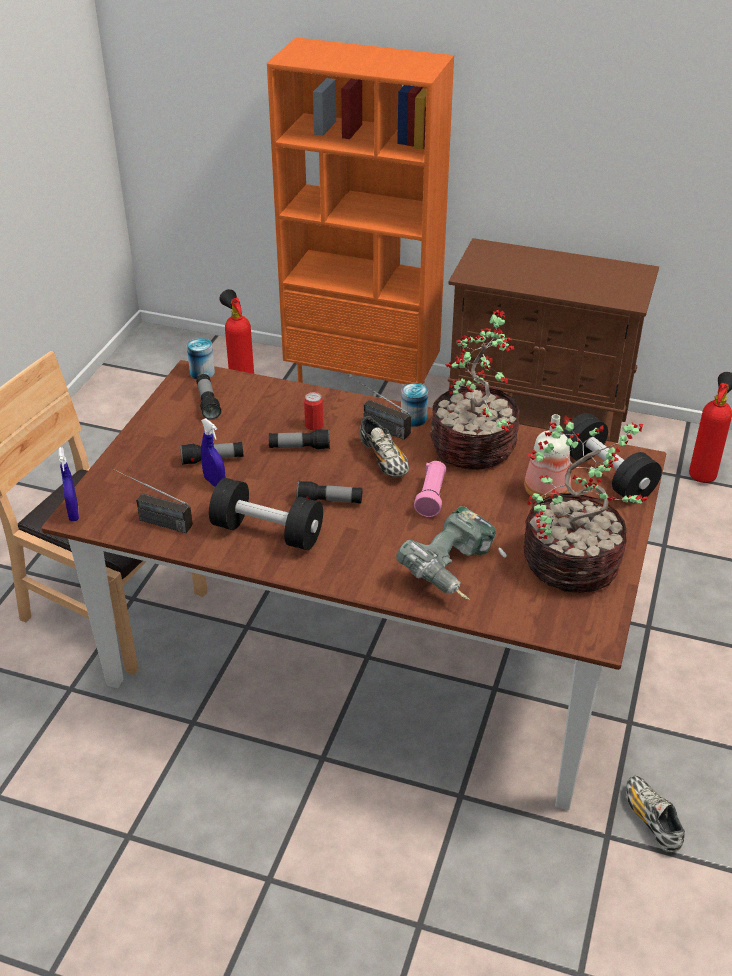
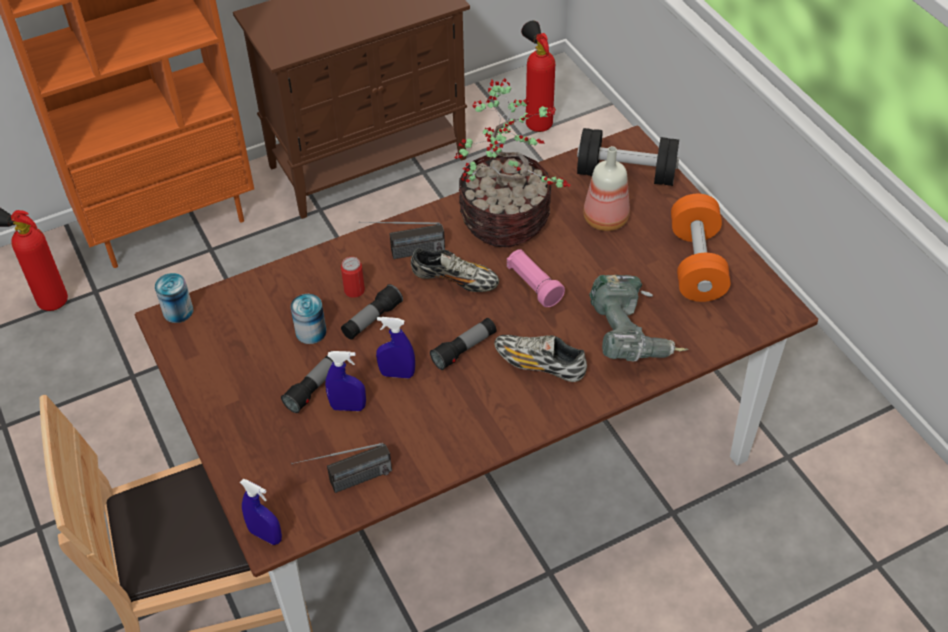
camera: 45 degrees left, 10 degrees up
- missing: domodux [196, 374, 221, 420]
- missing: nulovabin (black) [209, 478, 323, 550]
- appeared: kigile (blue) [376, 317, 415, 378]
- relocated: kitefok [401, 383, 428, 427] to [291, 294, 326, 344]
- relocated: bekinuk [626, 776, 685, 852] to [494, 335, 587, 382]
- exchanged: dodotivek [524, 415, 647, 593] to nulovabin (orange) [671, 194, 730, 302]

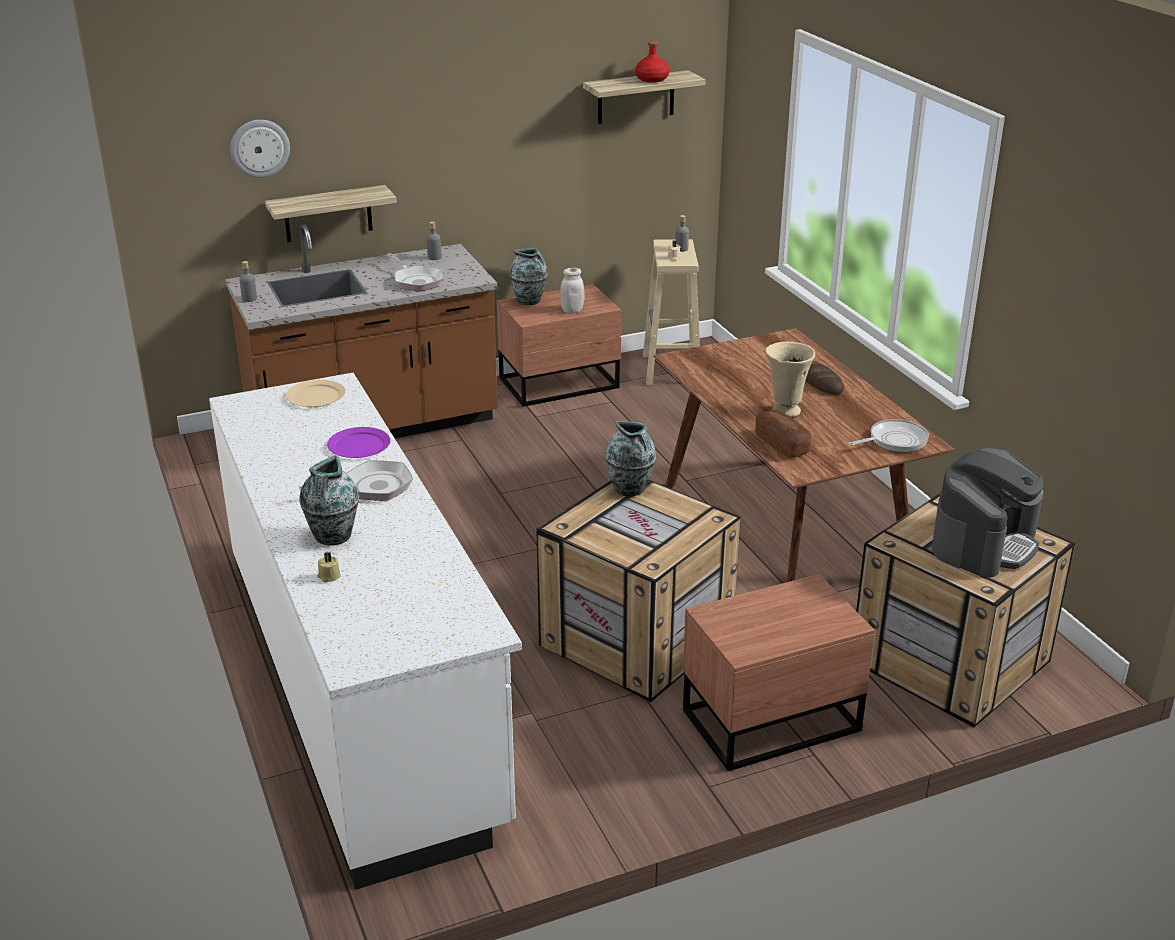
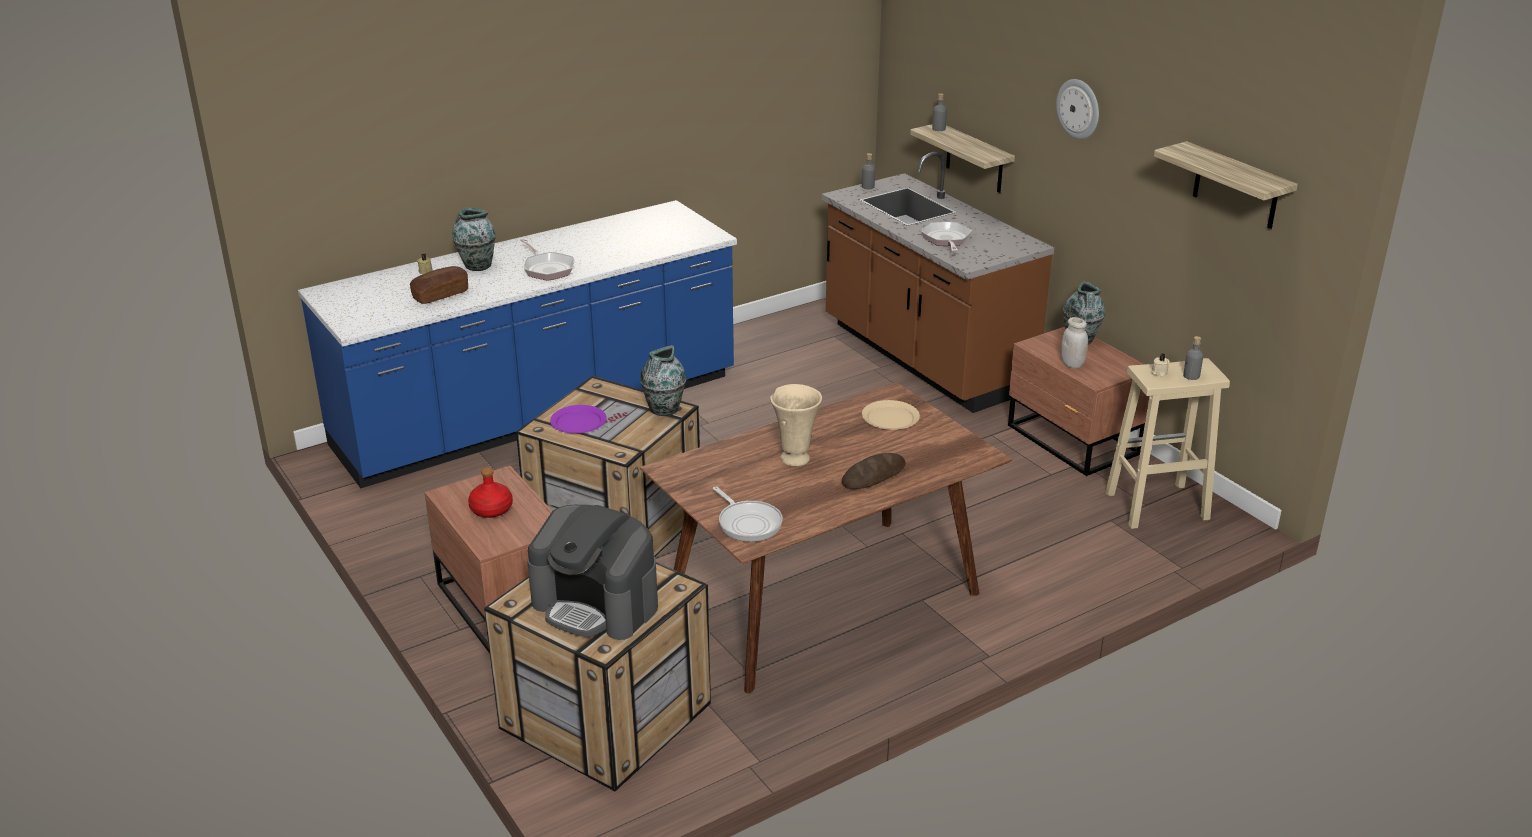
camera: 80 degrees right, 0 degrees up
- relocated: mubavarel [230, 120, 290, 178] to [1056, 79, 1099, 139]
- relocated: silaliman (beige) [286, 380, 345, 407] to [862, 400, 920, 430]
- relocated: silaliman (purple) [327, 427, 390, 458] to [550, 405, 607, 433]
- relocated: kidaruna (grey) [426, 222, 442, 260] to [932, 93, 947, 131]
- relocated: kidaruna (red) [635, 41, 669, 83] to [468, 467, 513, 518]
- relocated: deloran [755, 410, 812, 458] to [410, 266, 468, 304]
- colour: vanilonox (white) [209, 373, 522, 890] to vanilonox (blue) [298, 200, 737, 488]
- spun: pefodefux [386, 253, 443, 292] = [921, 222, 972, 252] 135 degrees clockwise

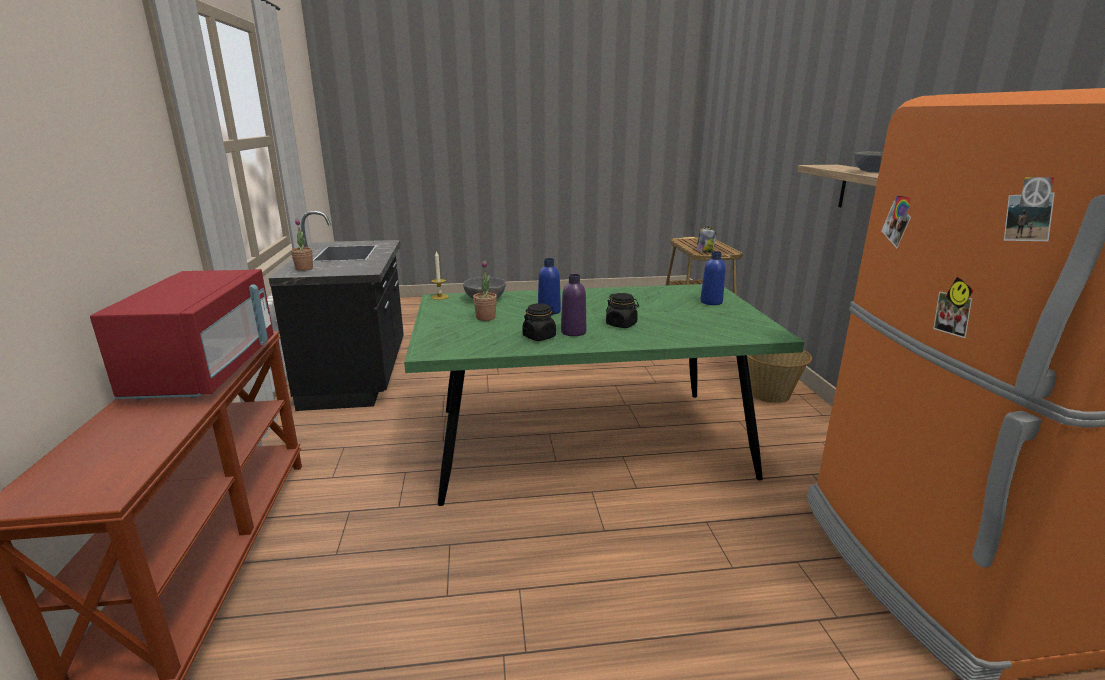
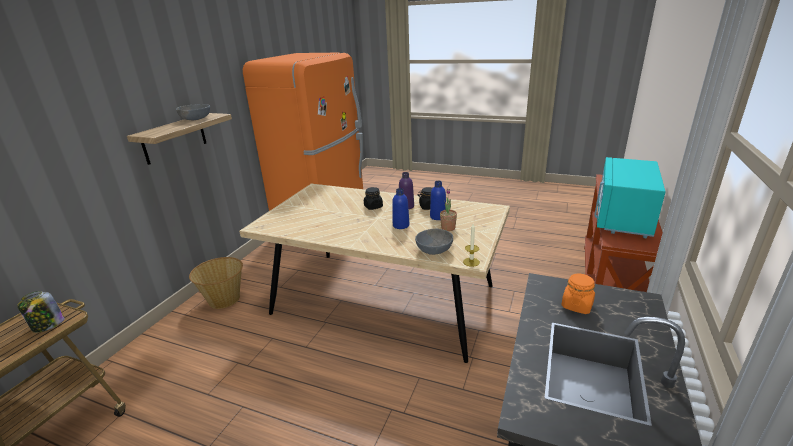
camera: 150 degrees left, 5 degrees up
- missing: dodotivek [291, 219, 313, 271]
- appeared: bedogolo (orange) [561, 274, 595, 314]
- relocated: kidaruna (blue) [700, 251, 725, 305] to [430, 181, 446, 220]
- colour: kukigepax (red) [90, 269, 274, 400] to kukigepax (turquoise) [594, 157, 665, 238]
- colour: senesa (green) [404, 284, 804, 506] to senesa (beige) [239, 184, 510, 363]

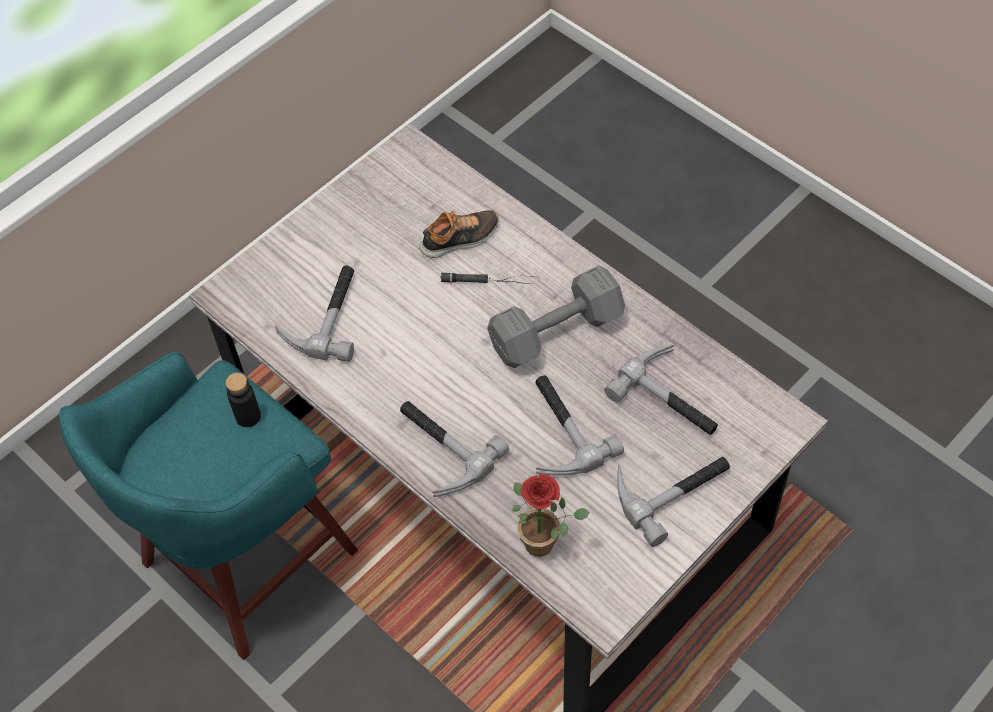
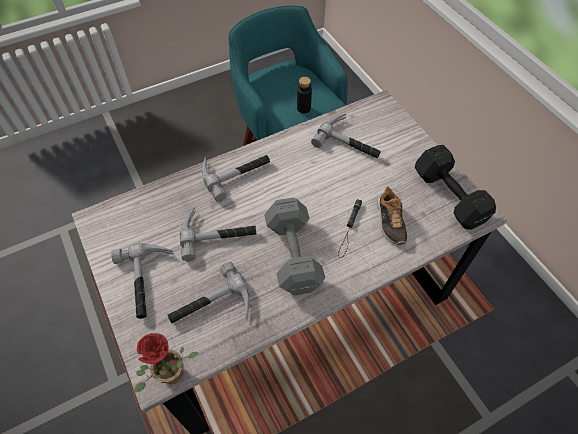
camera: 105 degrees right, 0 degrees up
- appeared: nulovabin (black) [415, 145, 496, 229]
- relocated: dodotivek [512, 474, 590, 557] to [134, 333, 199, 393]

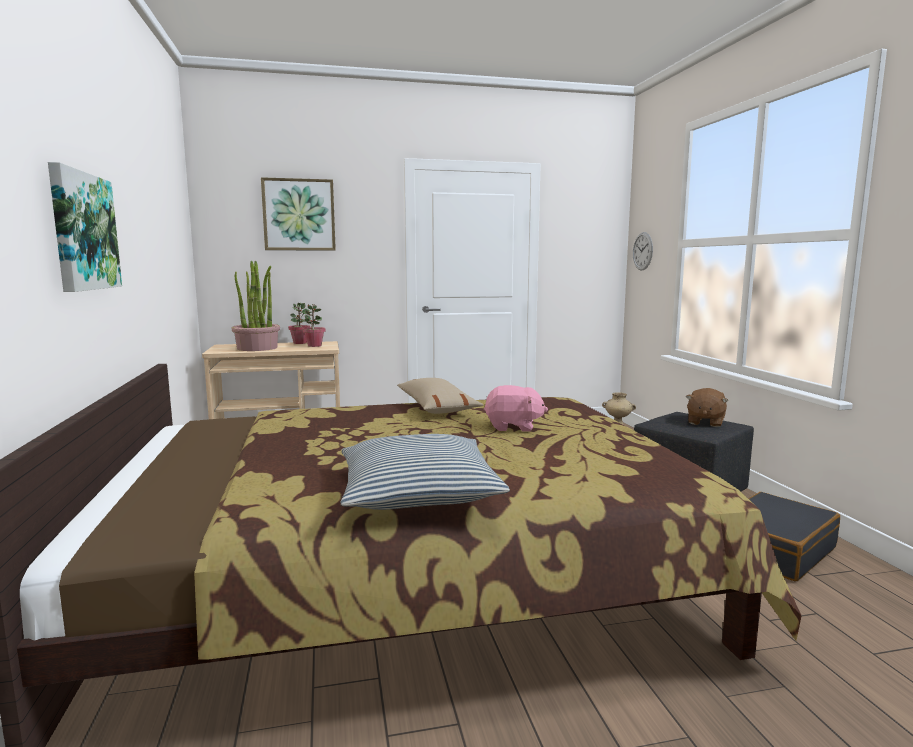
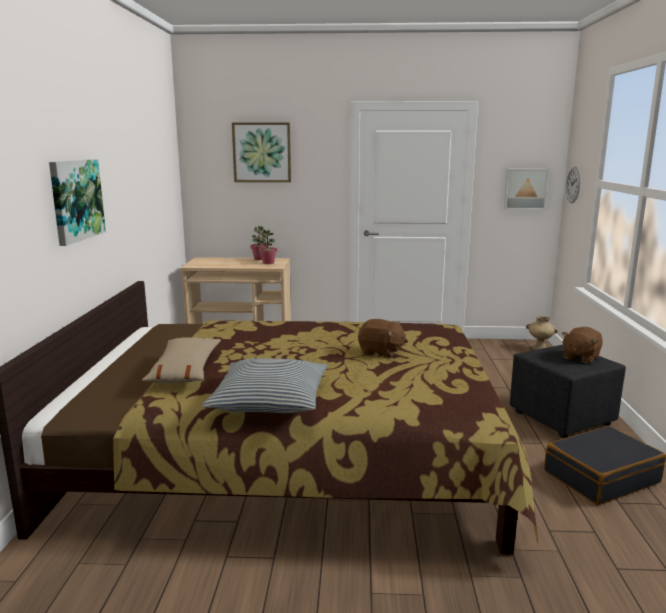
camera: 15 degrees right, 5 degrees up
- missing: dodotivek [231, 261, 280, 351]
- appeared: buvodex [504, 169, 549, 210]
- relocated: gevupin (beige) [397, 378, 483, 414] to [142, 337, 221, 383]
- colour: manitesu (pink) [484, 385, 548, 432] to manitesu (brown) [358, 319, 408, 358]

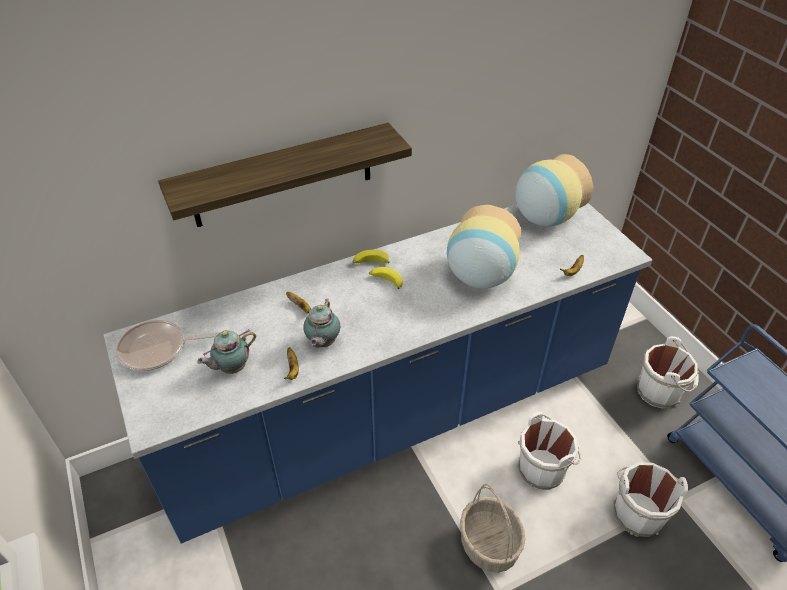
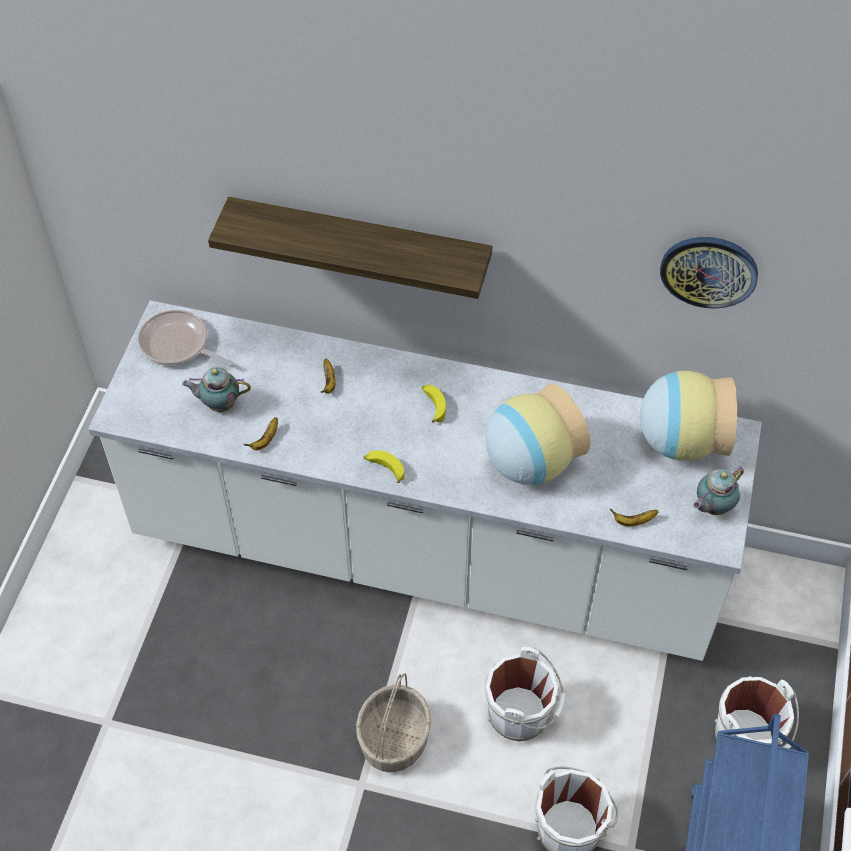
camera: 40 degrees right, 10 degrees up
- appeared: mubavarel [660, 237, 758, 309]
- relocated: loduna [303, 298, 340, 348] to [693, 466, 744, 515]
- relocated: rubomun [353, 250, 390, 263] to [363, 450, 404, 483]
- colour: vanilonox (blue) [104, 203, 652, 543] to vanilonox (white) [88, 300, 762, 661]

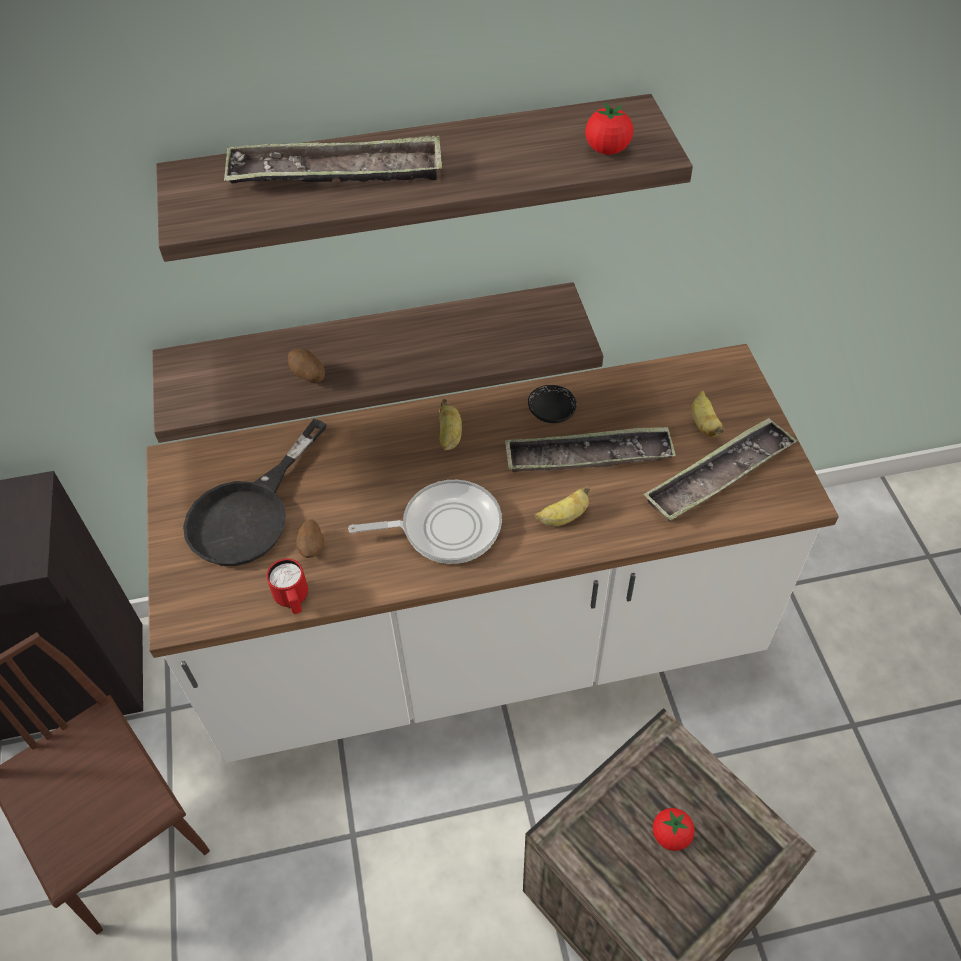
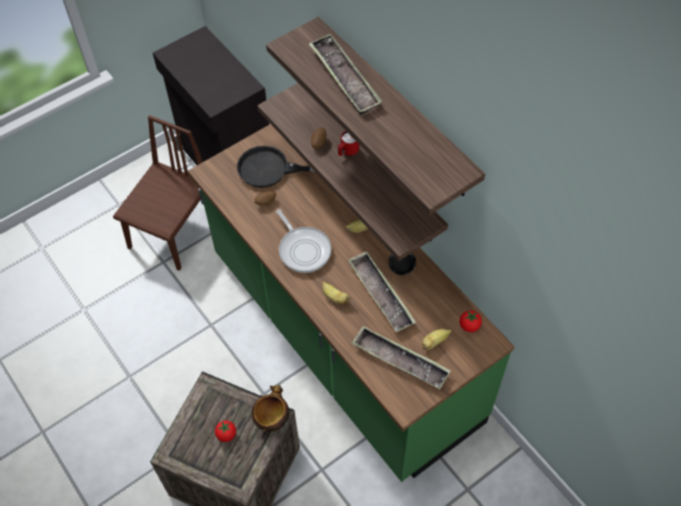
camera: 65 degrees right, 5 degrees up
- appeared: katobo [252, 385, 289, 434]
- relocated: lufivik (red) [266, 559, 308, 614] to [338, 131, 359, 156]
- relocated: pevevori [585, 102, 634, 155] to [460, 310, 482, 332]
- colour: vanilonox (white) [146, 344, 839, 763] to vanilonox (green) [188, 124, 514, 482]

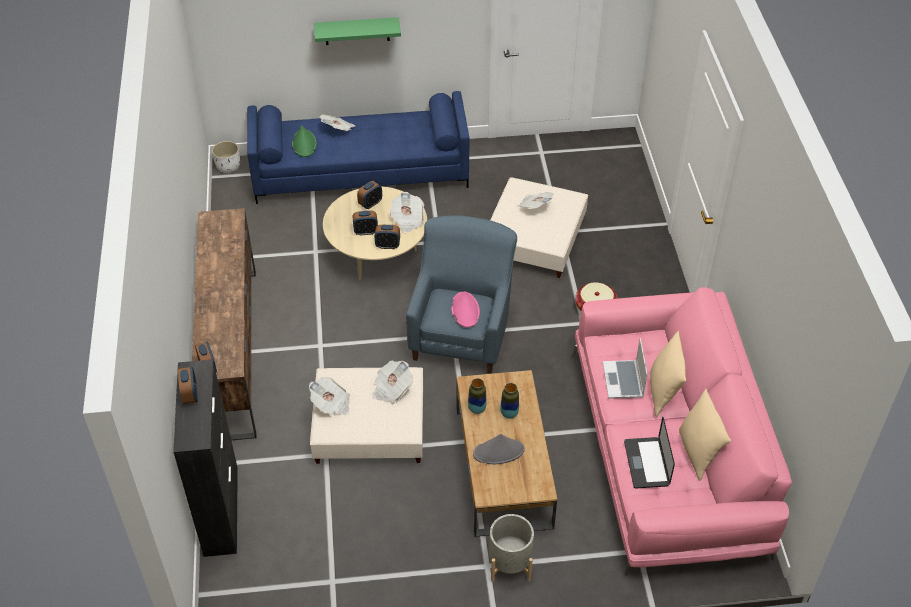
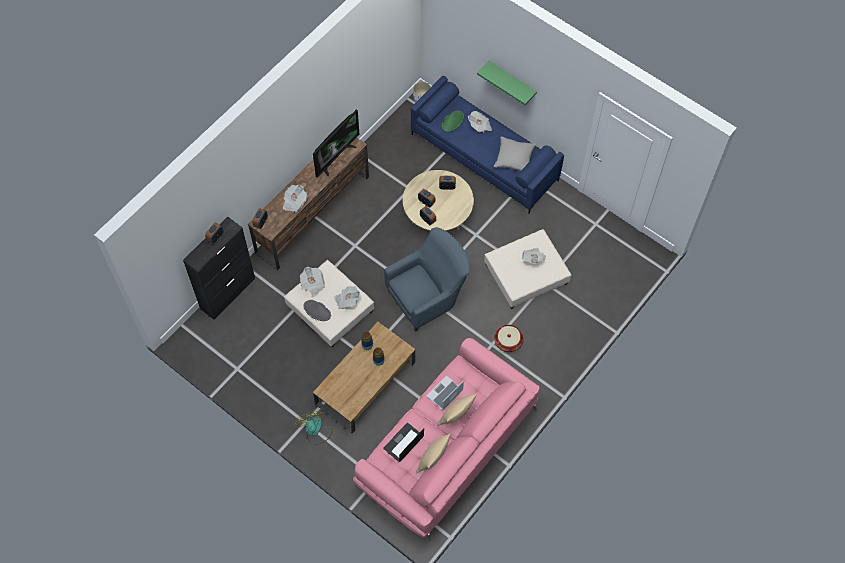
camera: 45 degrees right, 15 degrees up
- missing: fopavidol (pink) [451, 291, 480, 328]
- appeared: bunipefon [313, 110, 359, 178]
- appeared: gevupin (grey) [494, 136, 536, 171]
- relocated: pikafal [390, 192, 424, 233] to [283, 185, 307, 212]
- relocated: fopavidol (grey) [473, 434, 525, 464] to [303, 300, 331, 321]
- exchanged: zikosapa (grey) [489, 514, 534, 582] to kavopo [295, 411, 333, 445]

